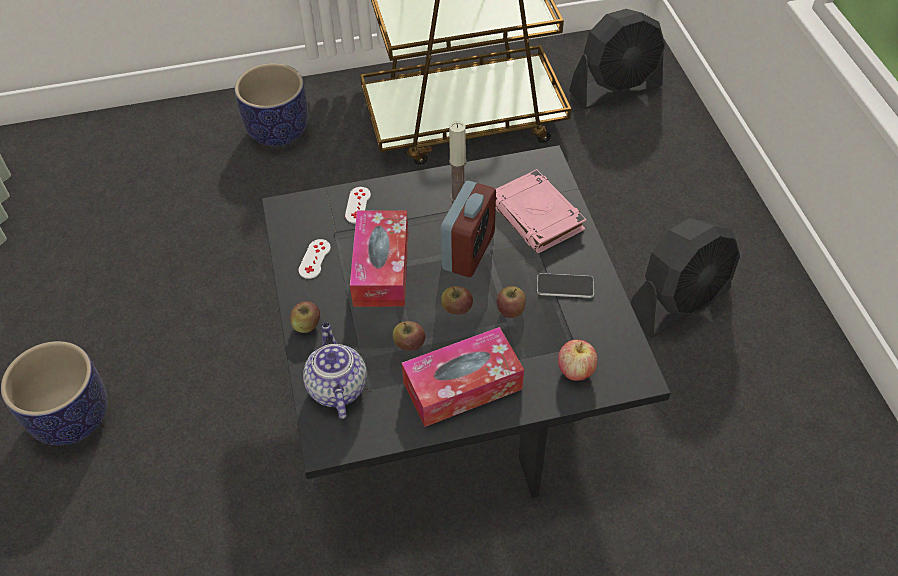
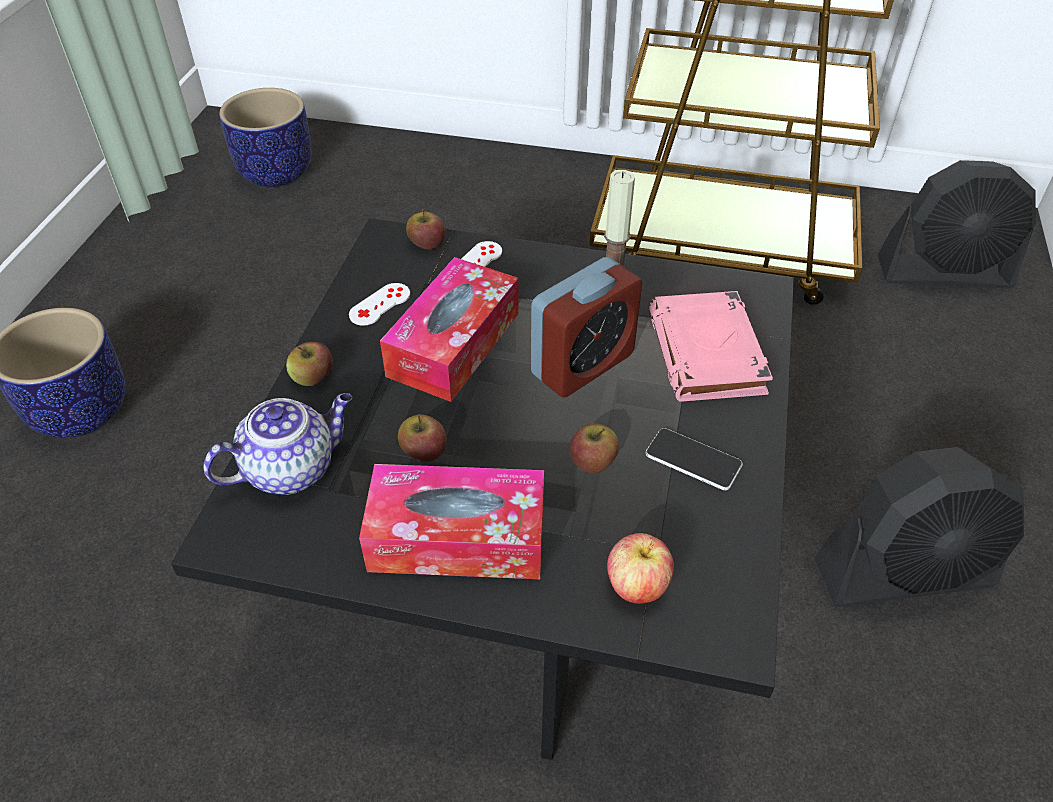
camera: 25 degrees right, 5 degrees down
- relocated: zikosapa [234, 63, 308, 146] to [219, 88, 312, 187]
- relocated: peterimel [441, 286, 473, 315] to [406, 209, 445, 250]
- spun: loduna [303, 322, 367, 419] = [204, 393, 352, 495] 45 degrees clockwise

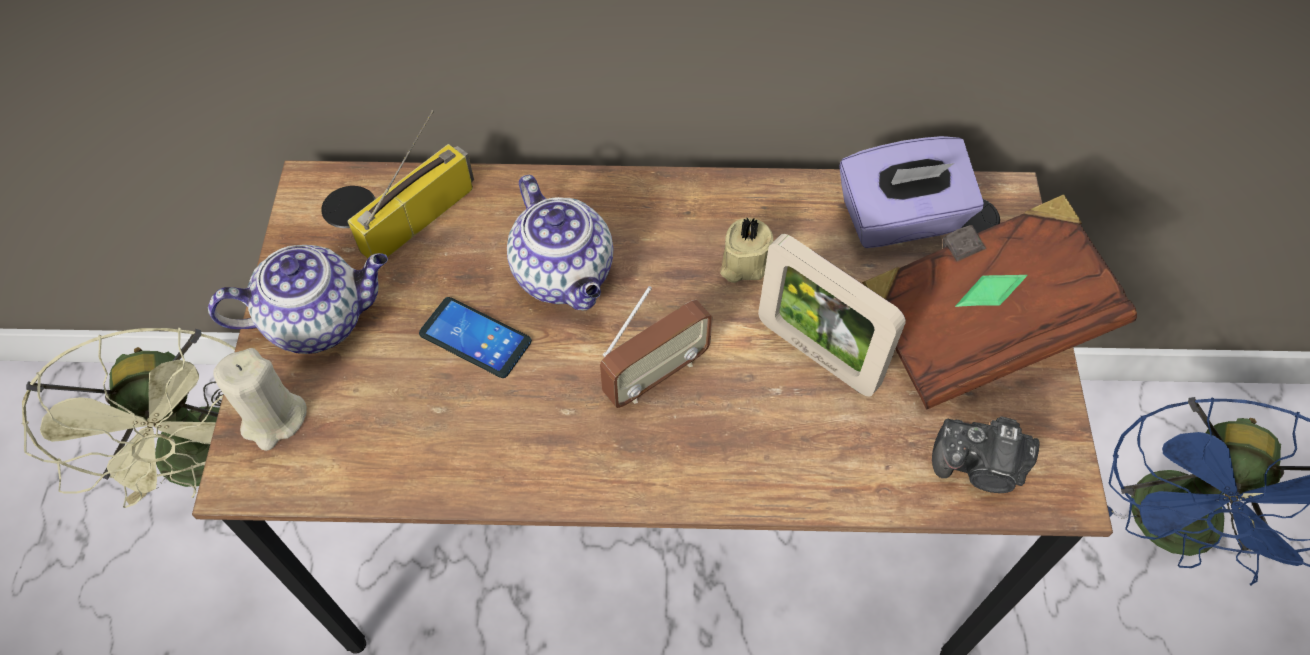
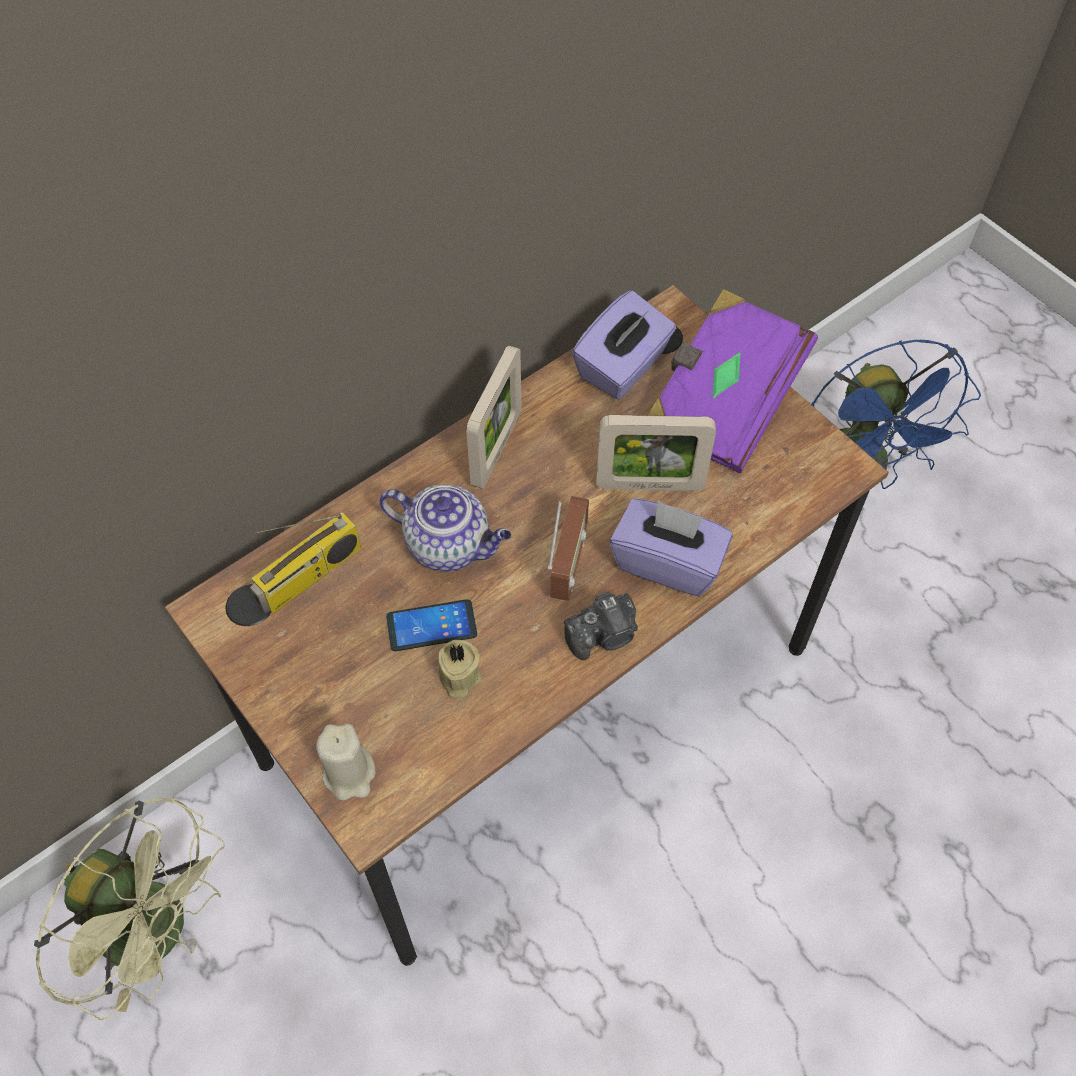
camera: 40 degrees left, 0 degrees up
- missing: loduna [208, 245, 388, 354]
- appeared: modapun [466, 345, 521, 489]
- appeared: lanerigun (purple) [610, 498, 733, 596]
- relocated: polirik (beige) [720, 217, 773, 283] to [438, 640, 482, 699]
- relocated: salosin [932, 416, 1040, 493] to [564, 591, 638, 660]
- colour: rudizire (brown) [862, 194, 1137, 409] to rudizire (purple) [647, 289, 818, 473]
- spun: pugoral [347, 110, 474, 258] = [250, 512, 361, 614] 135 degrees counterclockwise

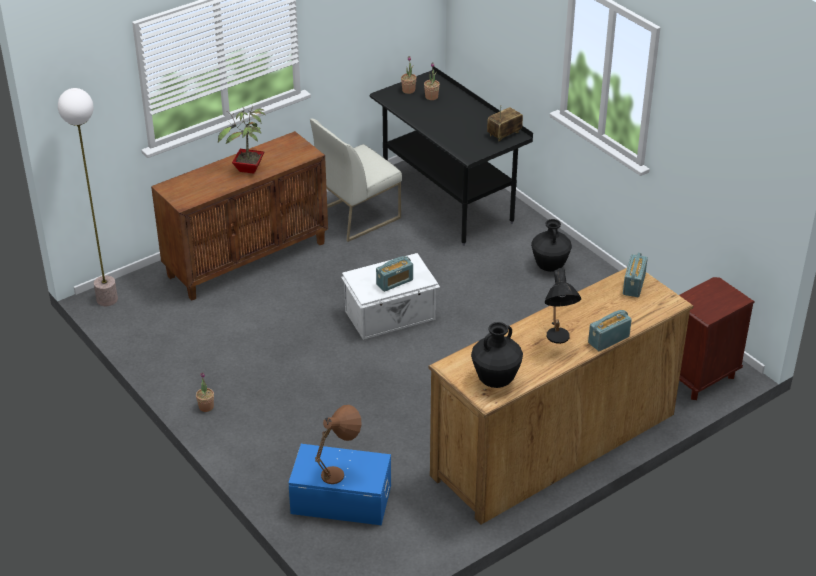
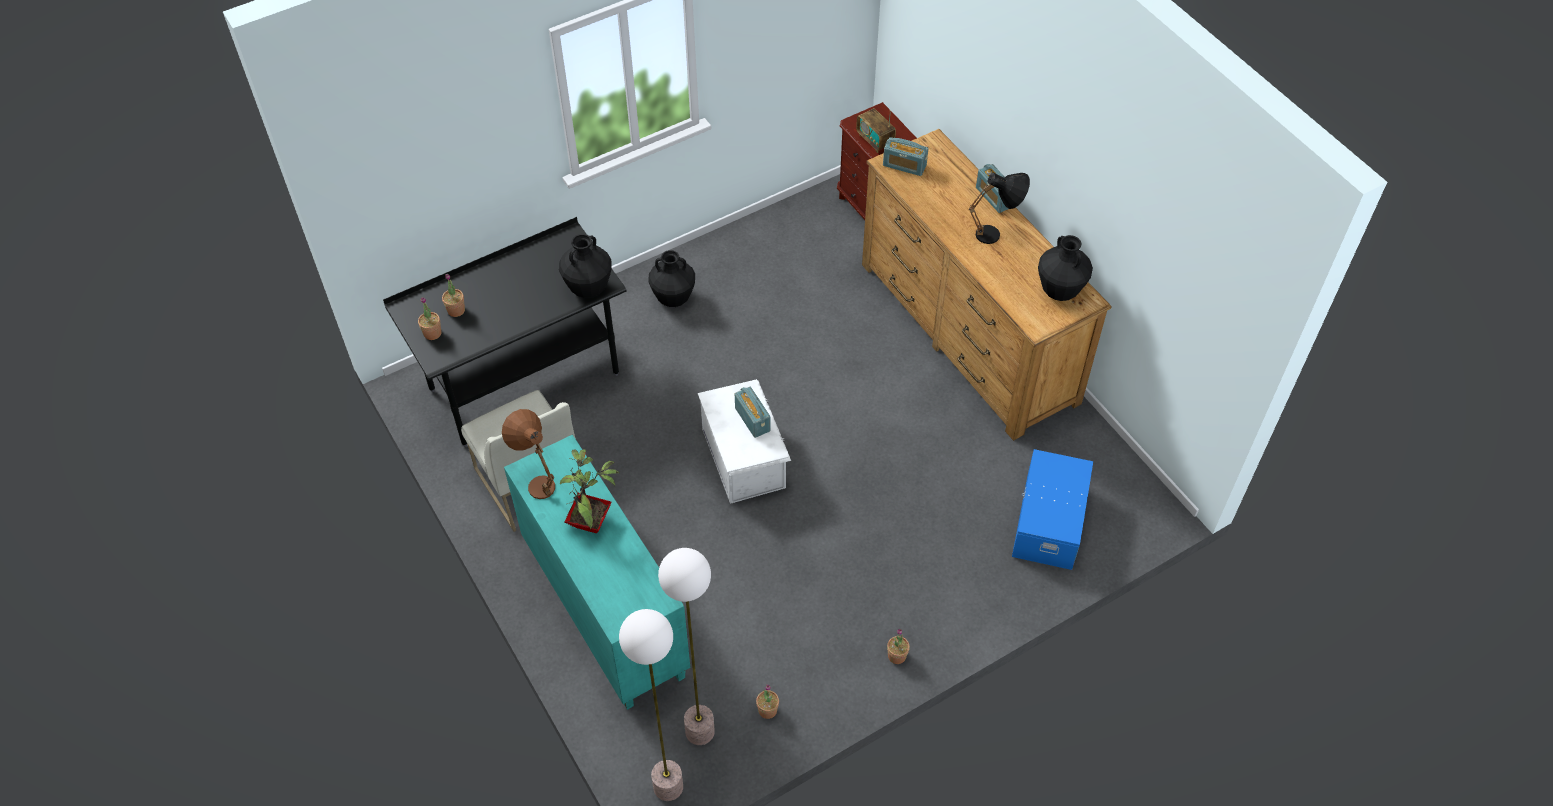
camera: 85 degrees left, 15 degrees up
- appeared: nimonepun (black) [559, 234, 612, 298]
- appeared: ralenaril [658, 548, 715, 745]
- appeared: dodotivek [756, 684, 779, 719]
- relocated: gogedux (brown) [315, 405, 362, 484] to [502, 409, 555, 499]
- relocated: pugoral [487, 105, 523, 141] to [856, 108, 896, 153]
- colour: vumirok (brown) [151, 131, 328, 301] to vumirok (turquoise) [504, 435, 690, 710]

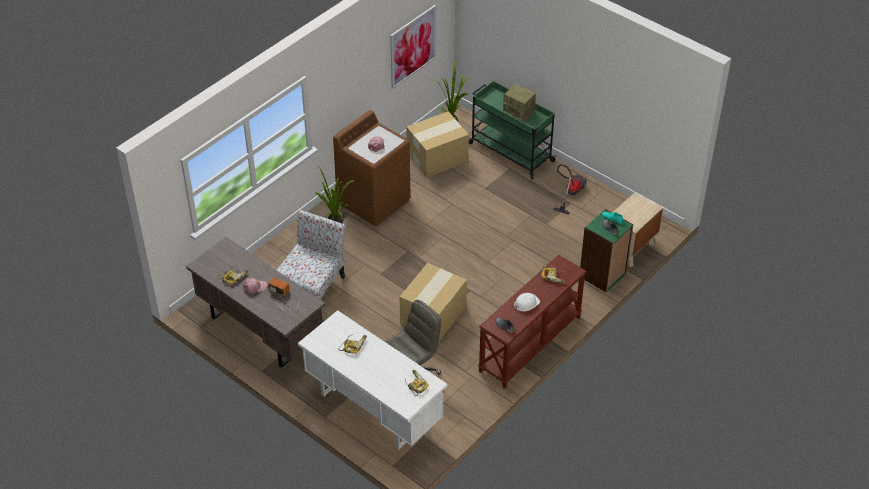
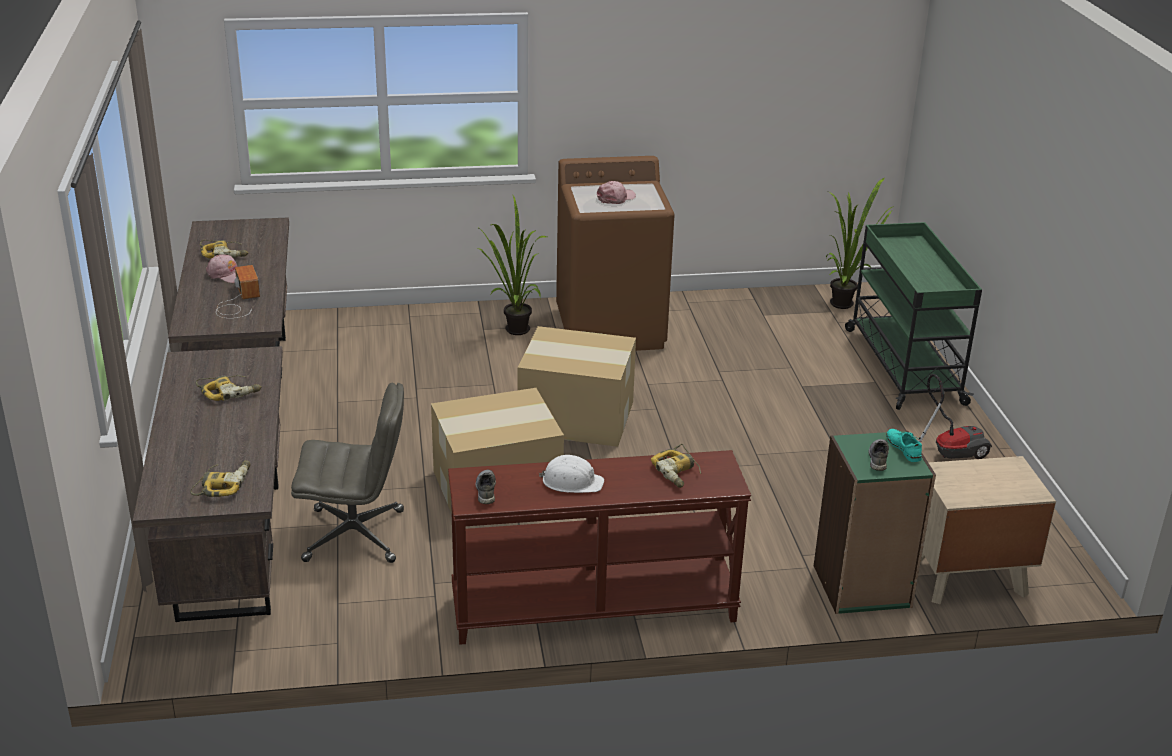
camera: 40 degrees right, 15 degrees down
- missing: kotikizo [277, 210, 345, 311]
- missing: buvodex [390, 5, 436, 89]
- missing: pugoral [503, 84, 536, 122]
- relocated: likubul [406, 111, 469, 178] to [518, 326, 636, 447]
- colour: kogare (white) [298, 310, 447, 450] to kogare (brown) [133, 346, 283, 622]

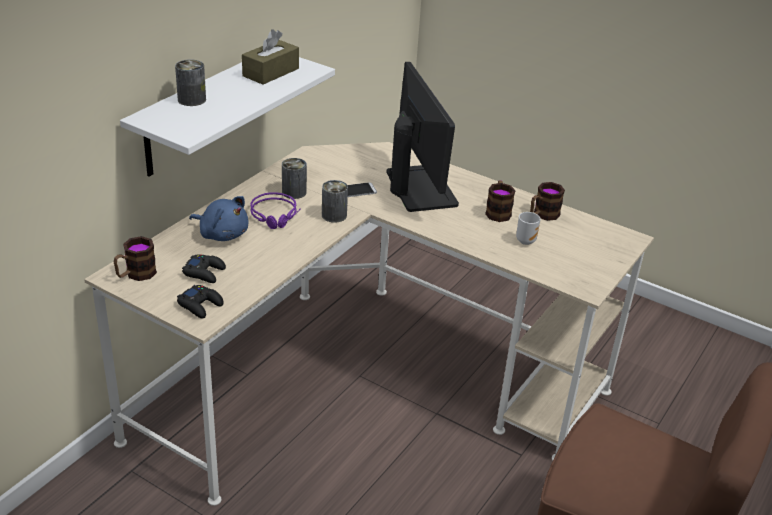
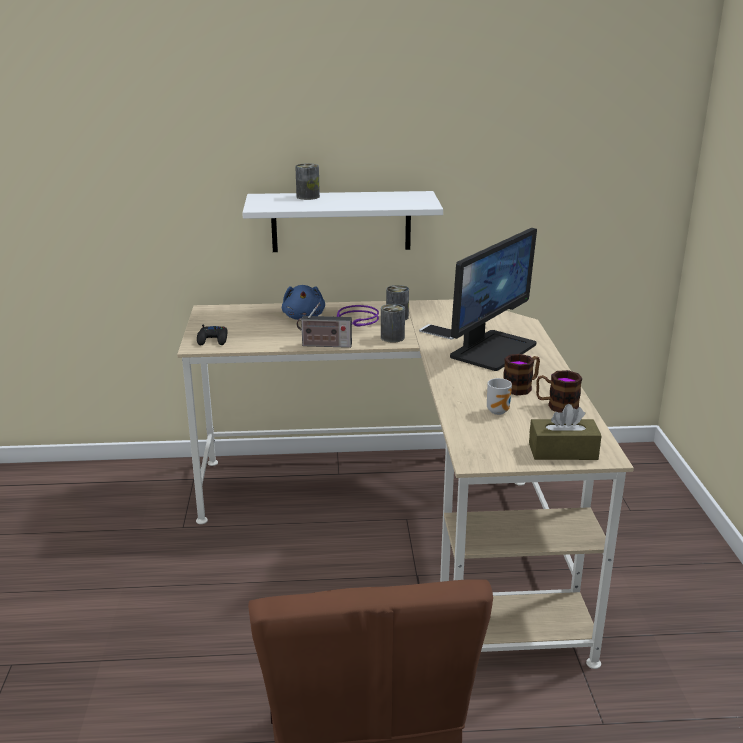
camera: 55 degrees right, 10 degrees down
- missing: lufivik [114, 236, 157, 281]
- missing: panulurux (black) [182, 254, 226, 283]
- appeared: pugoral [297, 303, 352, 348]
- relocated: lanerigun (brown) [242, 29, 299, 84] to [529, 404, 602, 460]

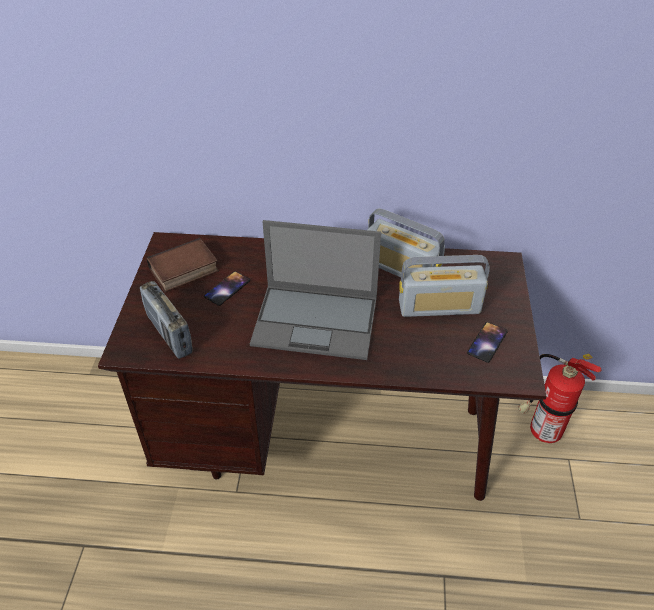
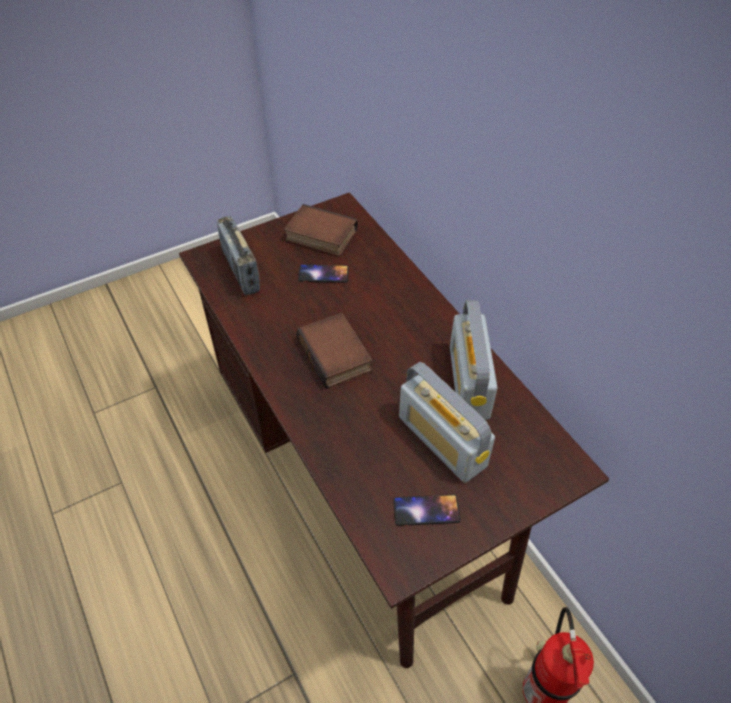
camera: 55 degrees right, 5 degrees up
- exchanged: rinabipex [250, 220, 381, 360] to rudizire [296, 313, 372, 389]
- spun: pugoral [140, 281, 193, 359] = [217, 216, 260, 295] 45 degrees counterclockwise

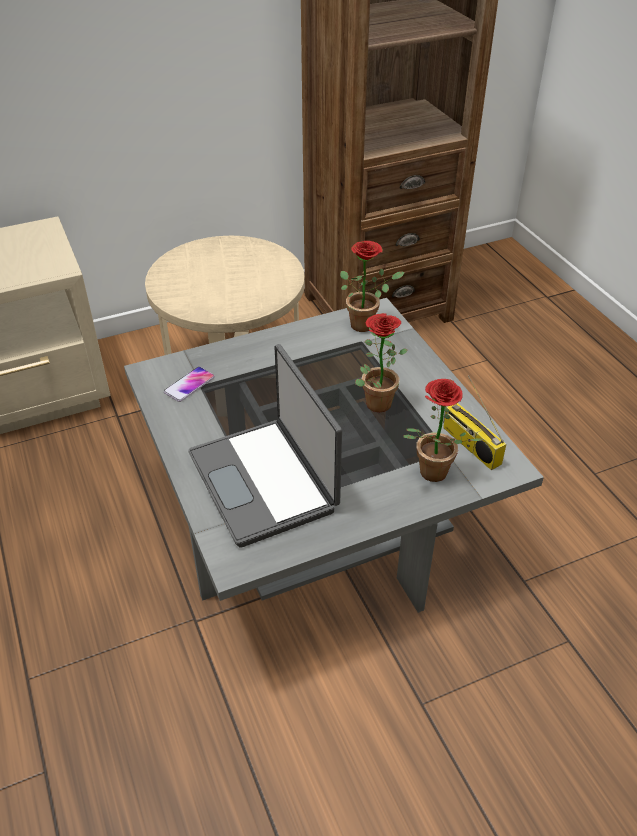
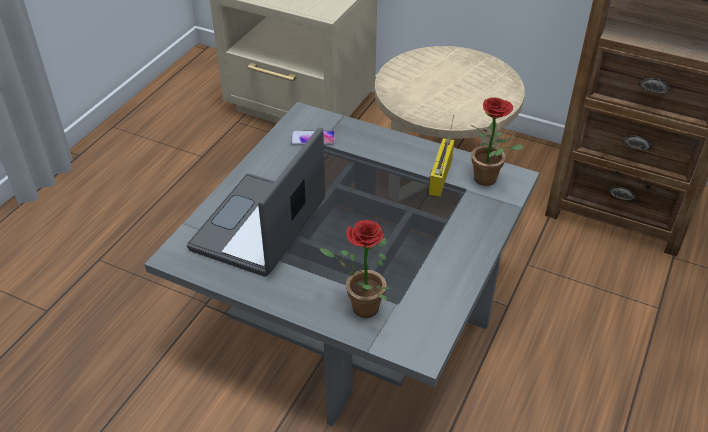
camera: 50 degrees right, 0 degrees up
- missing: dodotivek [355, 313, 408, 412]
- relocated: pugoral [443, 375, 506, 470] to [429, 115, 454, 197]

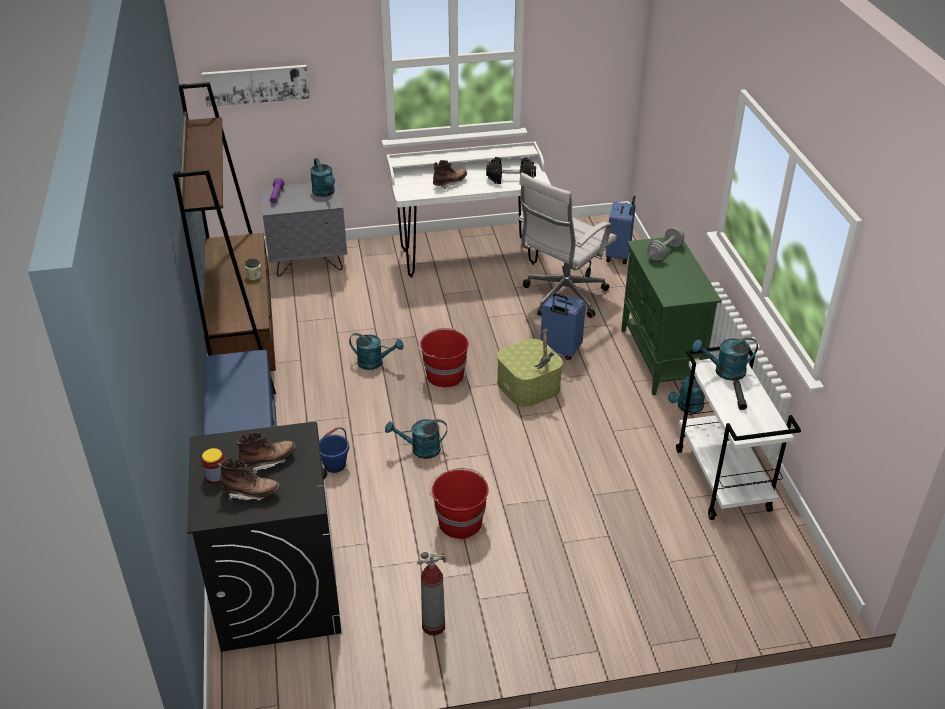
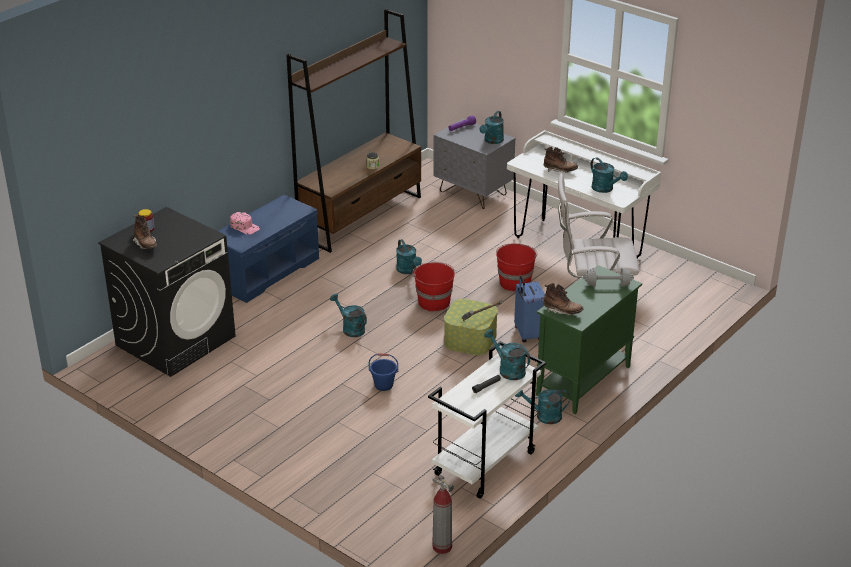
camera: 50 degrees right, 5 degrees down
- missing: buvodex [202, 65, 310, 107]
- missing: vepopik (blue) [606, 196, 636, 264]
- appeared: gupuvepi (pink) [230, 212, 260, 235]
- relocated: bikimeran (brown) [236, 432, 295, 474] to [544, 283, 583, 316]
- relocated: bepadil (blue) [319, 427, 349, 473] to [369, 353, 398, 391]
- relocated: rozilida [417, 552, 446, 636] to [432, 475, 454, 554]
- relocated: bepadil (red) [429, 468, 489, 539] to [496, 243, 537, 291]
- exchanged: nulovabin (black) [486, 157, 536, 184] to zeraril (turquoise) [591, 157, 628, 193]

